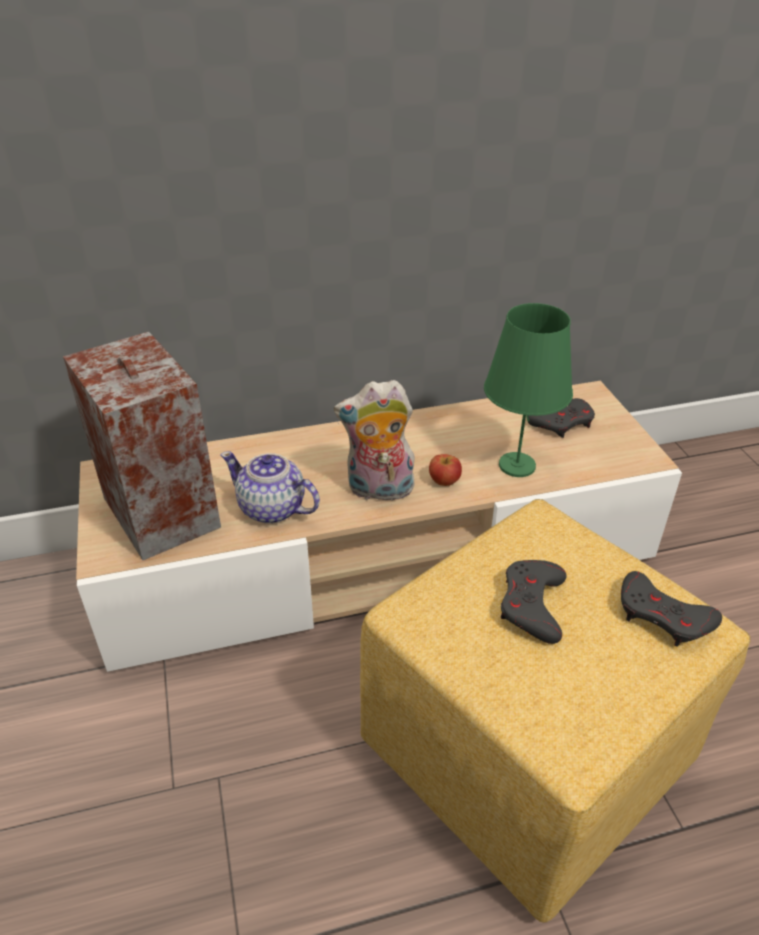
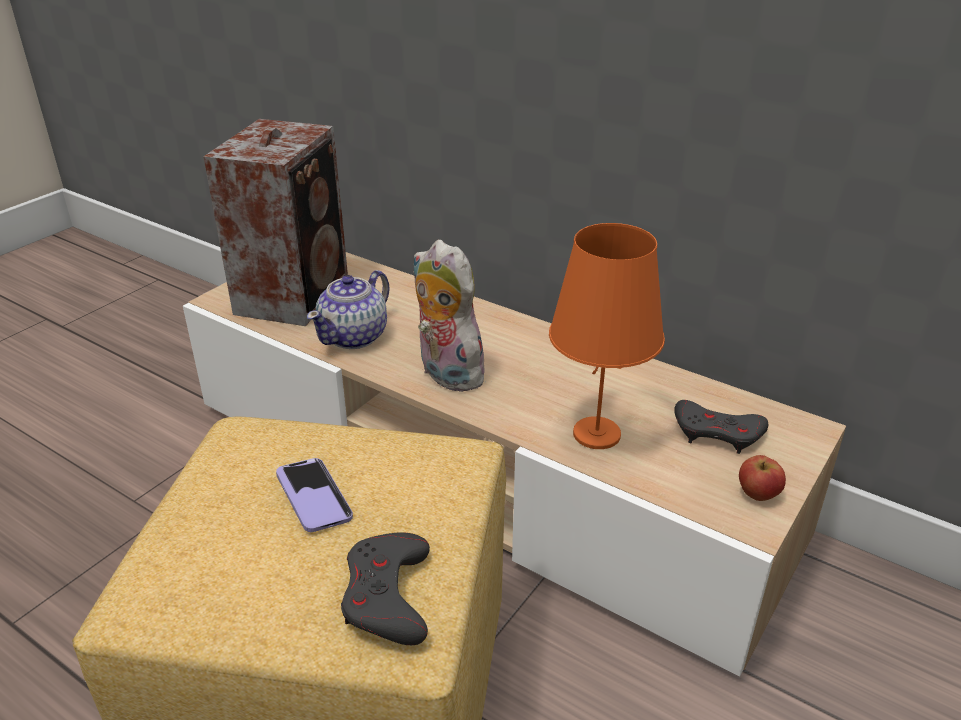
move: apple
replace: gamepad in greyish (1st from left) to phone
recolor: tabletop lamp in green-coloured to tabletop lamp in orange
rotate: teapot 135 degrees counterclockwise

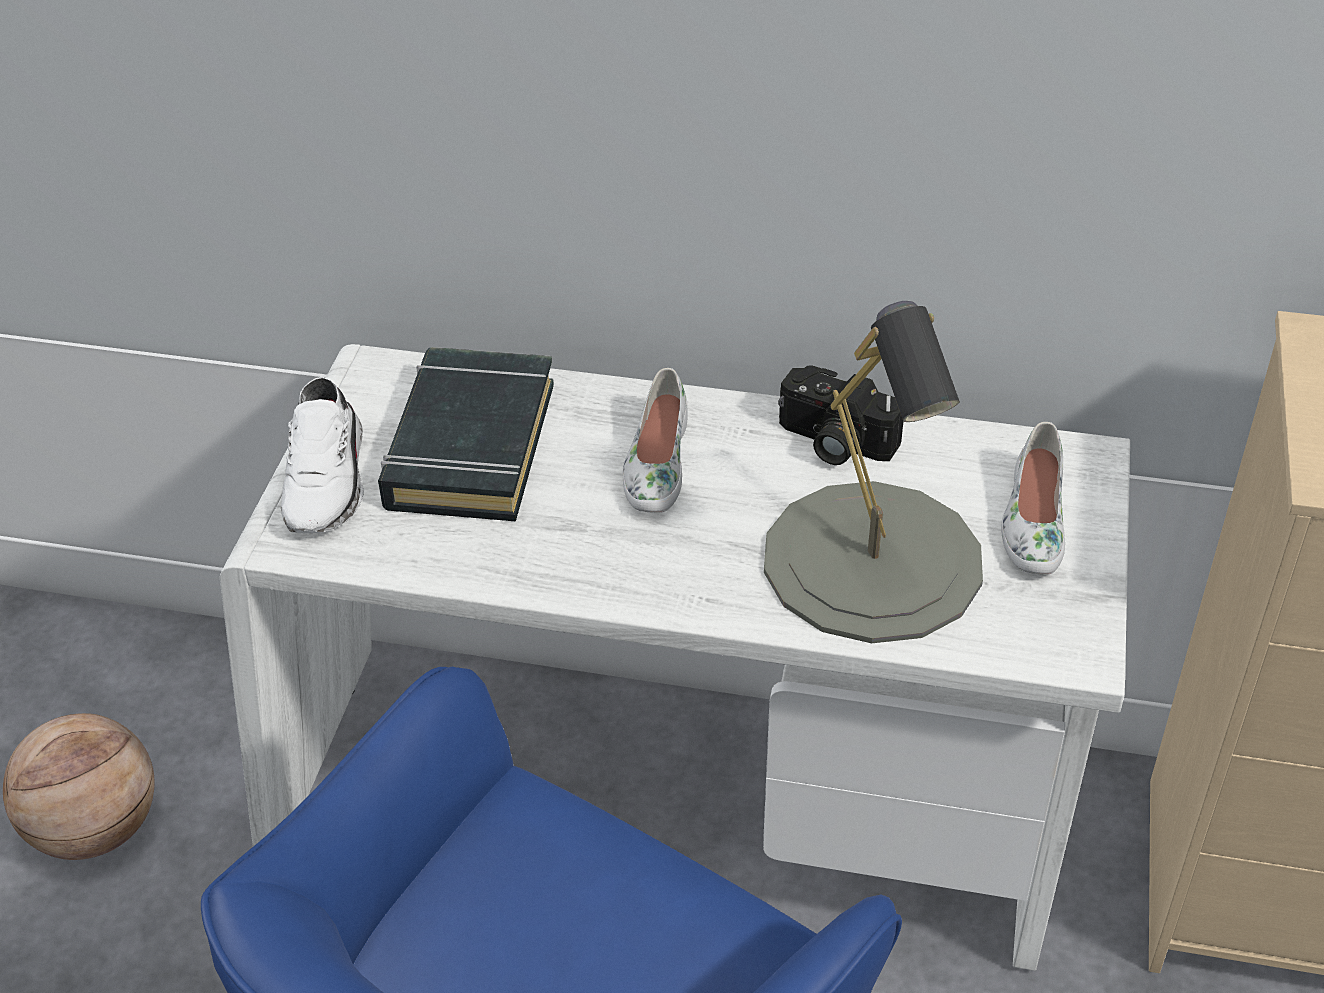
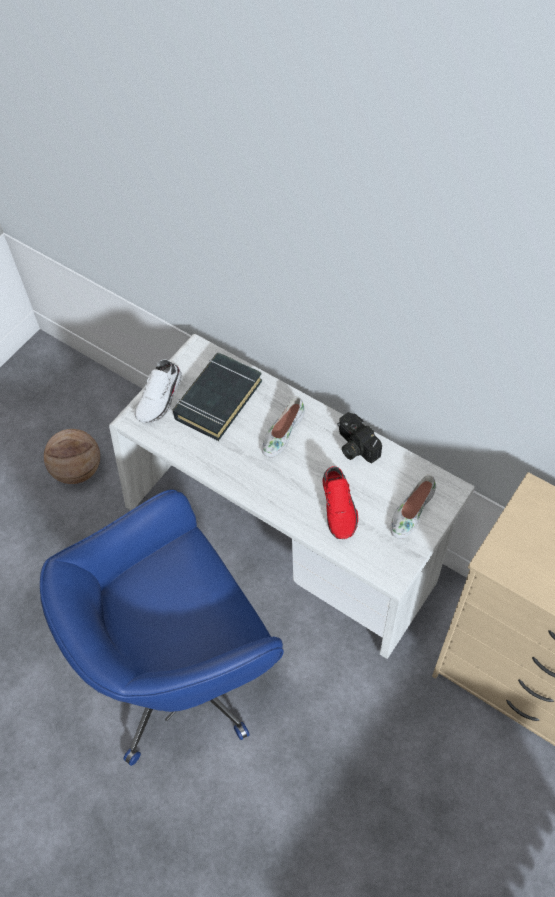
replace: tabletop lamp in greyish to shoe in red

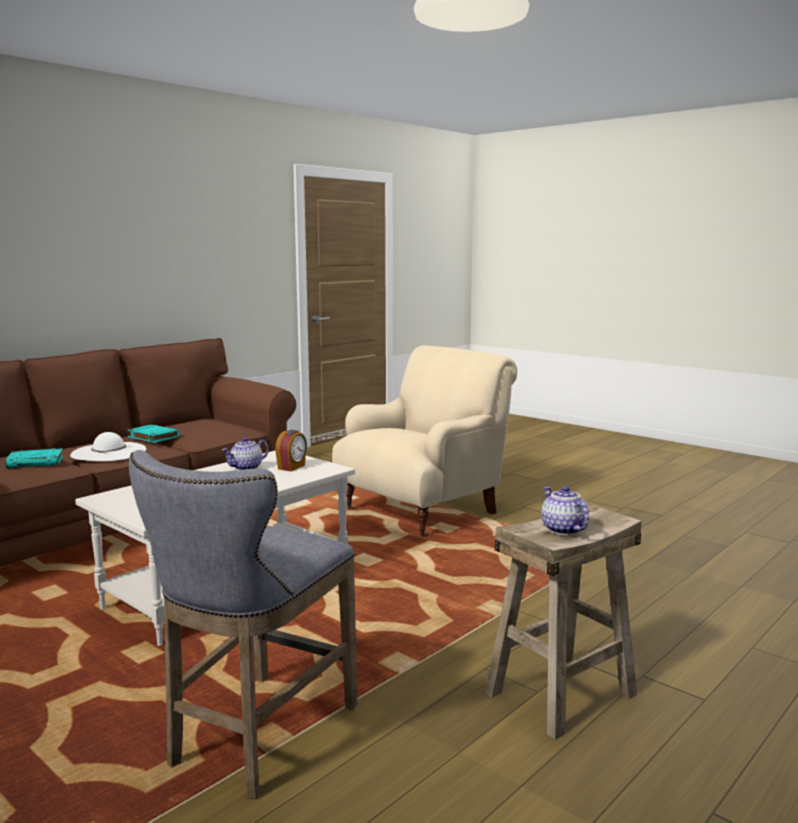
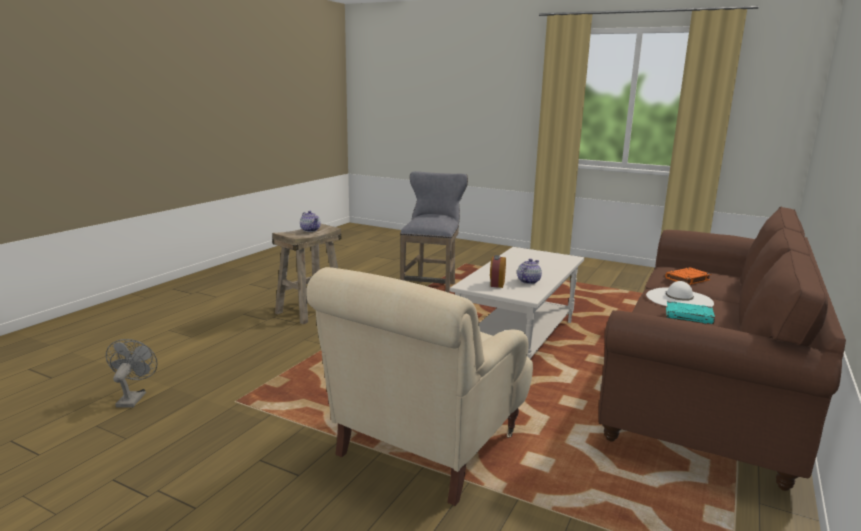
insert: cooling fan in greyish
recolor: book in turquoise-coloured (1st from left) to book in orange

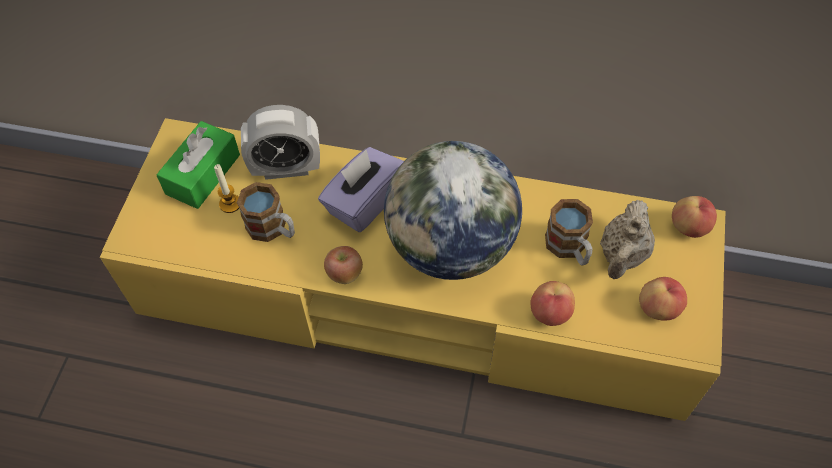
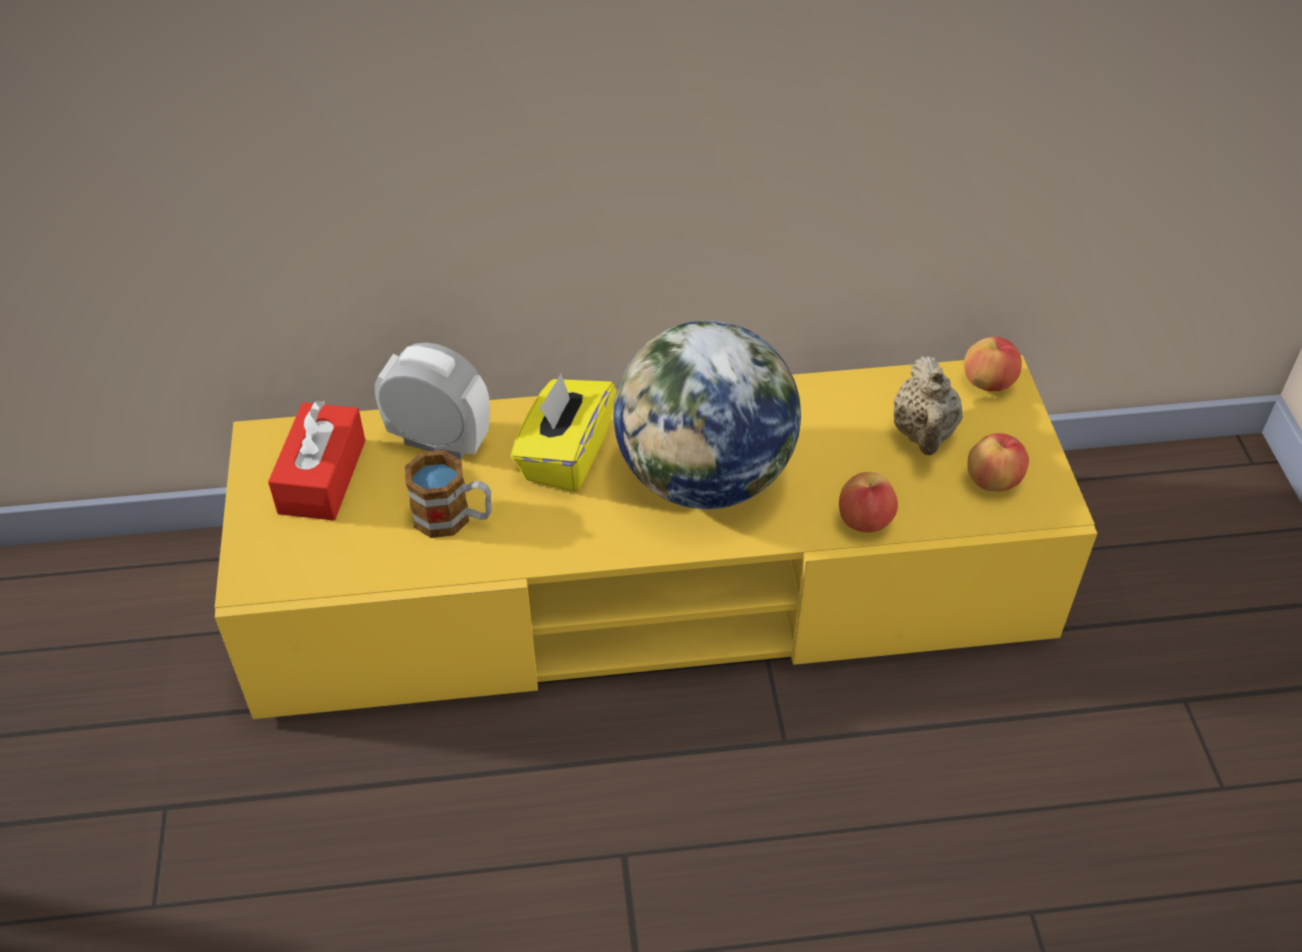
delete: wax candle; apple (1st from left); tea mug (2nd from left)
recolor: tissue holder in green-coloured to tissue holder in red; tissue holder in purple-coloured to tissue holder in yellow
rotate: bedside clock 135 degrees counterclockwise

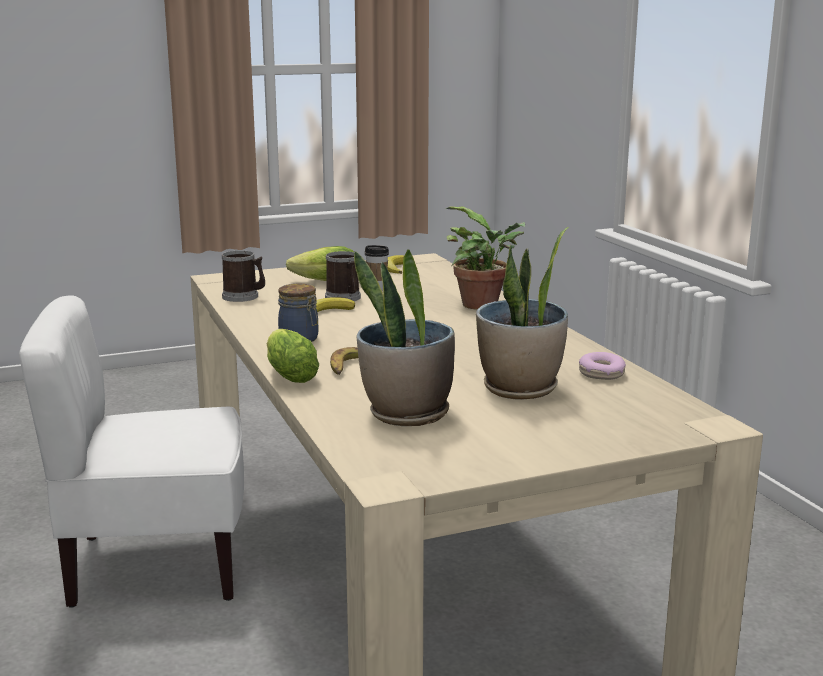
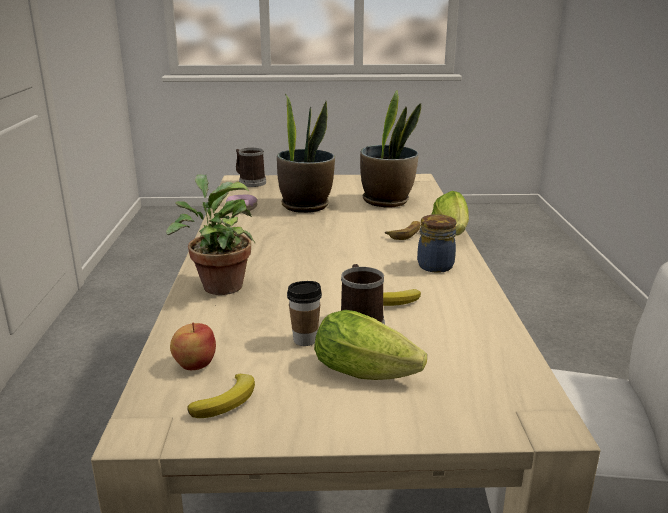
insert: apple
move: tea mug (1st from left)

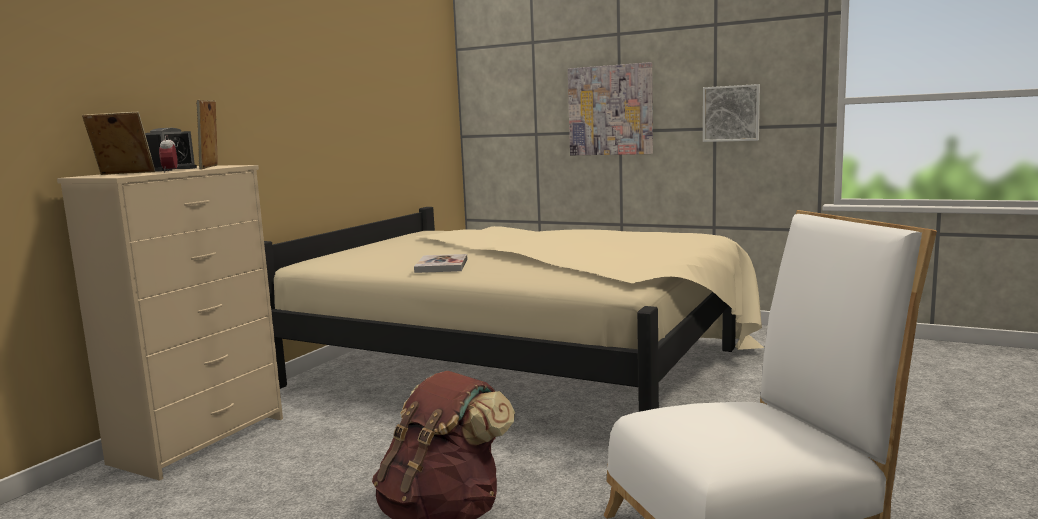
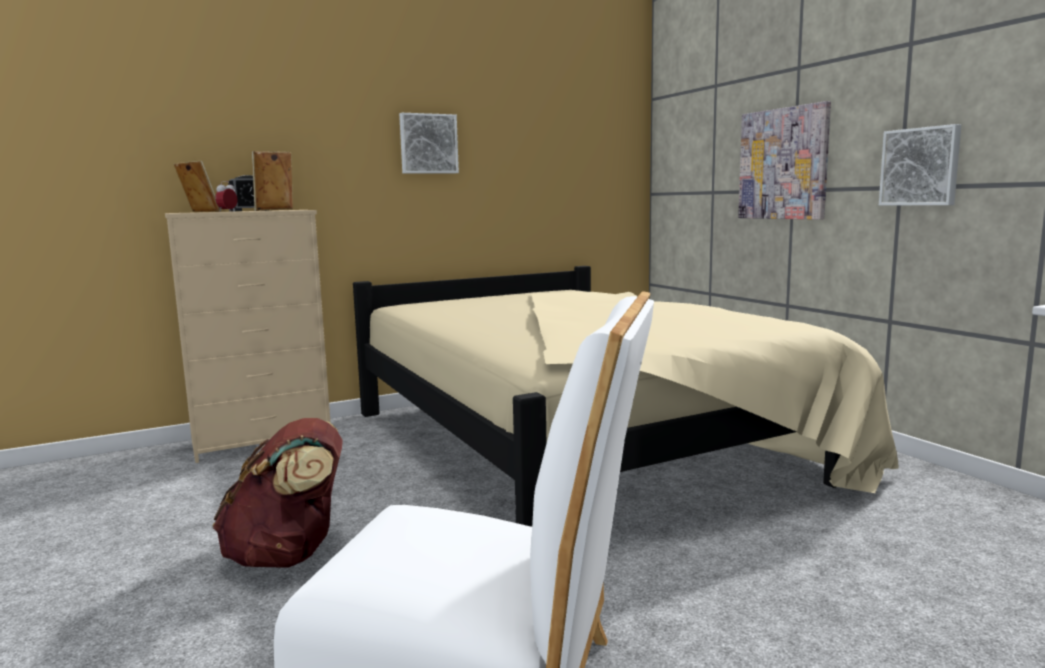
delete: book
insert: wall picture (1st from left)

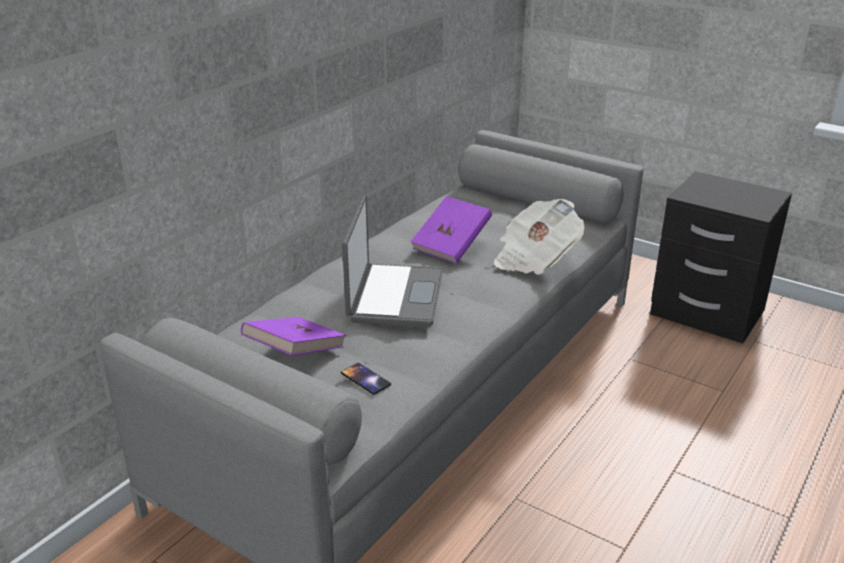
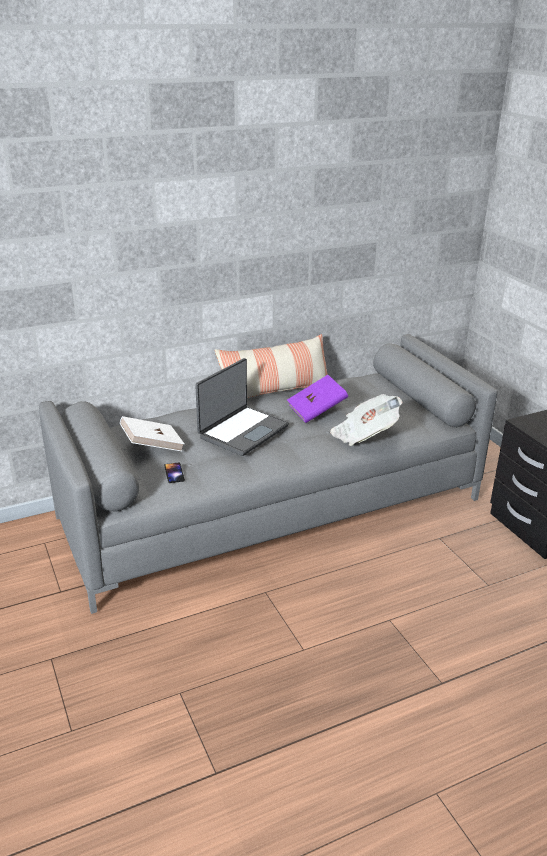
insert: cushion
recolor: book in purple-coloured (1st from left) to book in whitish

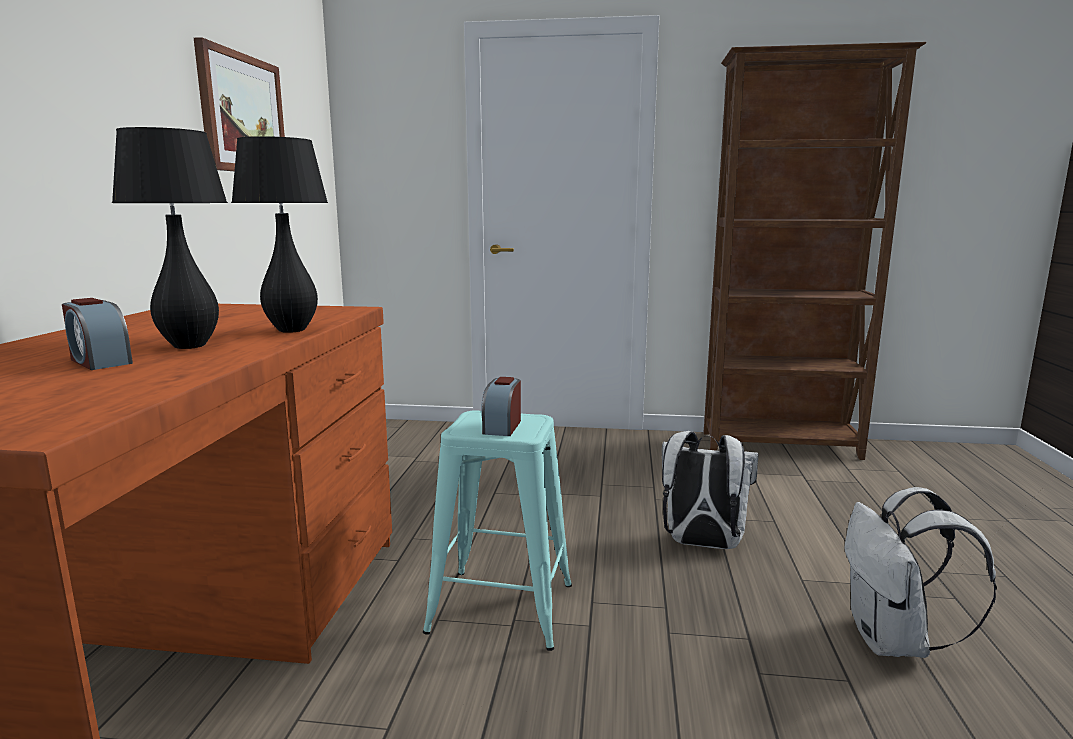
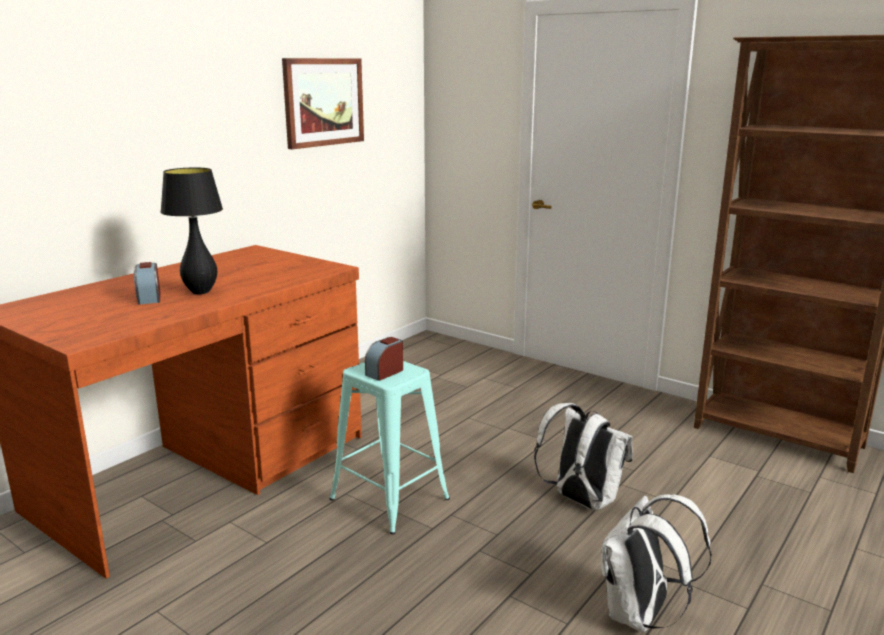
delete: tabletop lamp in black (2nd from left)

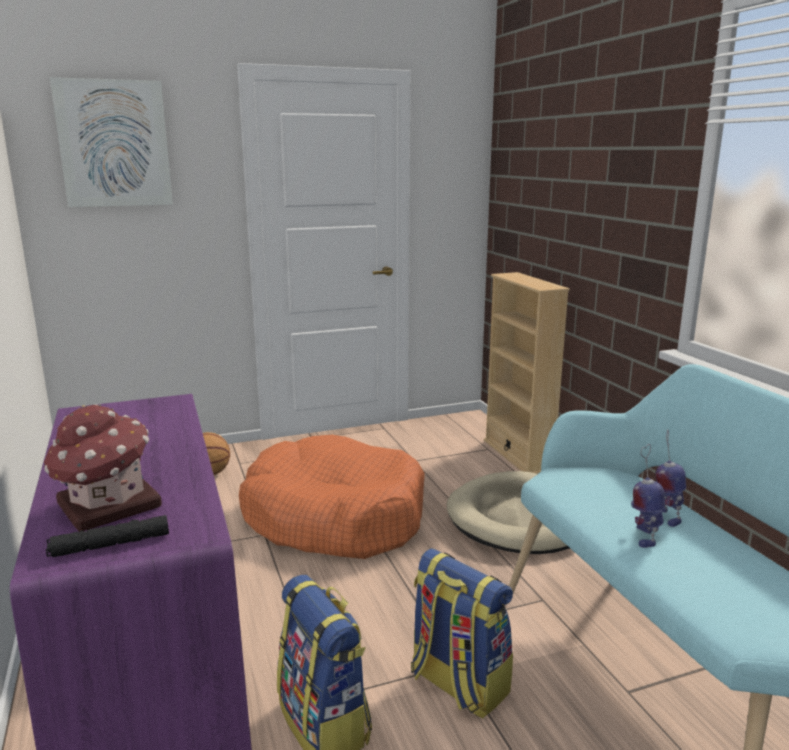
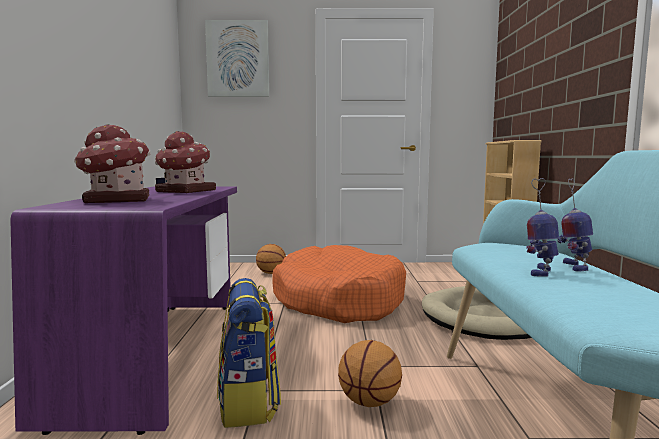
delete: flashlight in black
insert: model house (2nd from left)
replace: backpack (2nd from left) to basketball (2nd from left)

